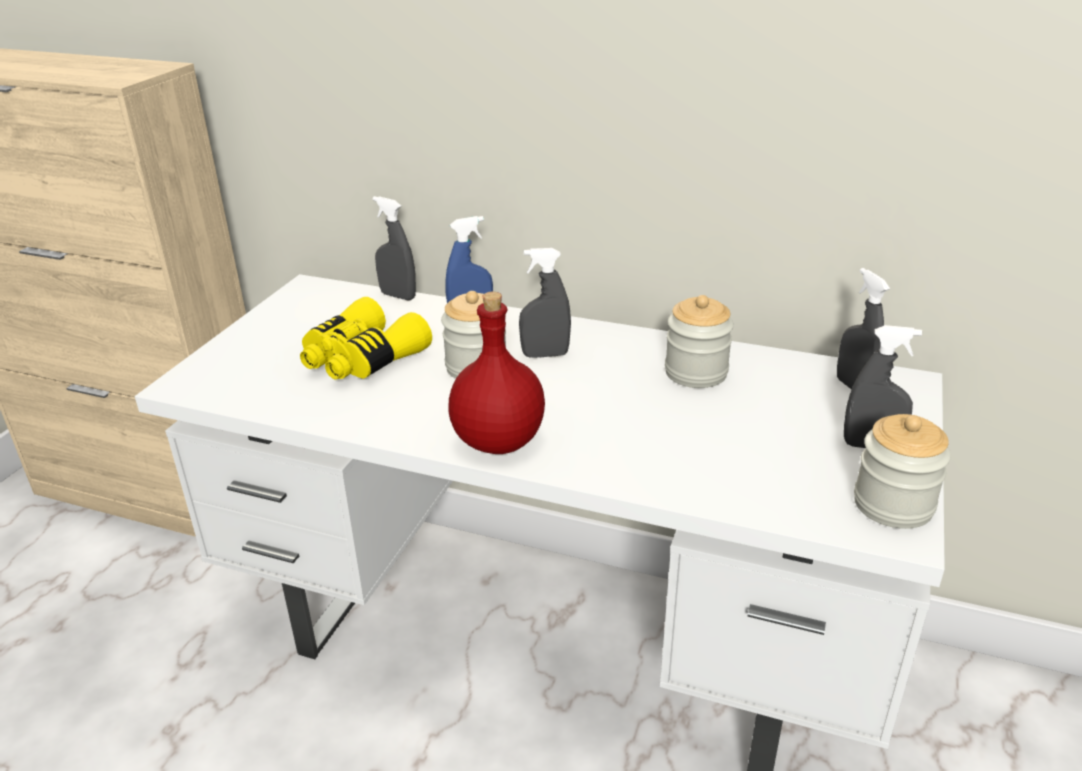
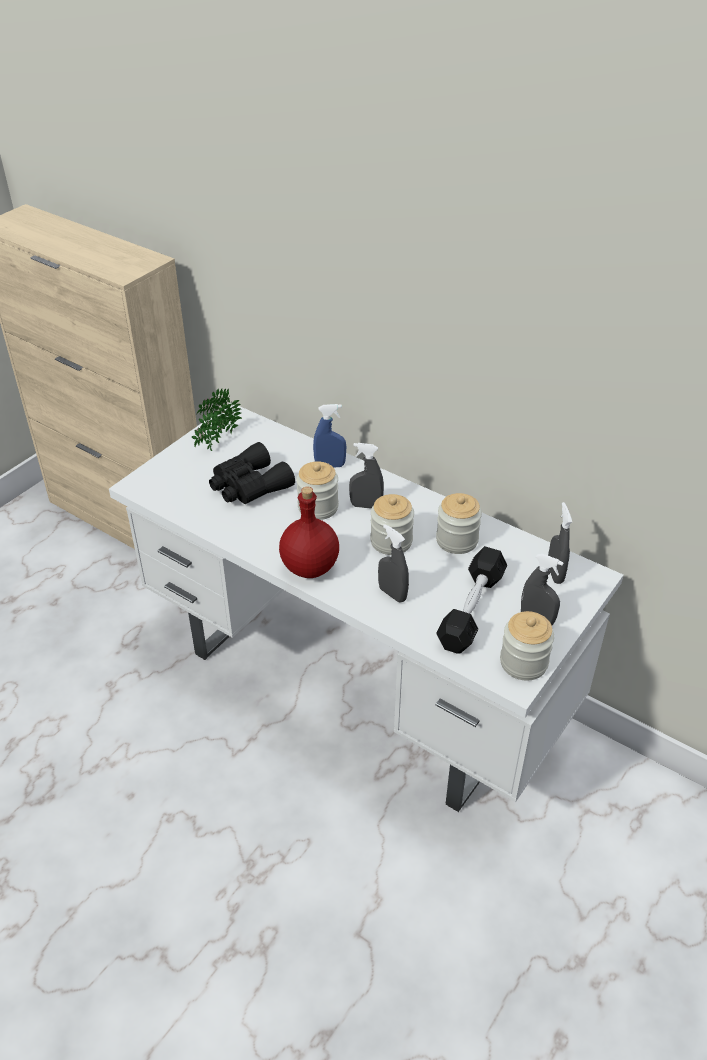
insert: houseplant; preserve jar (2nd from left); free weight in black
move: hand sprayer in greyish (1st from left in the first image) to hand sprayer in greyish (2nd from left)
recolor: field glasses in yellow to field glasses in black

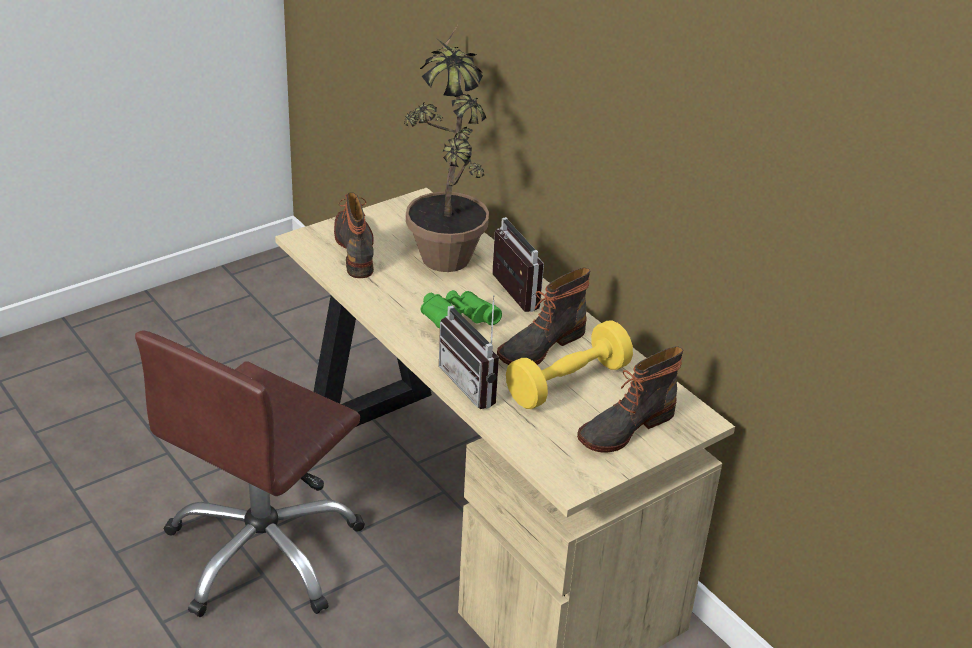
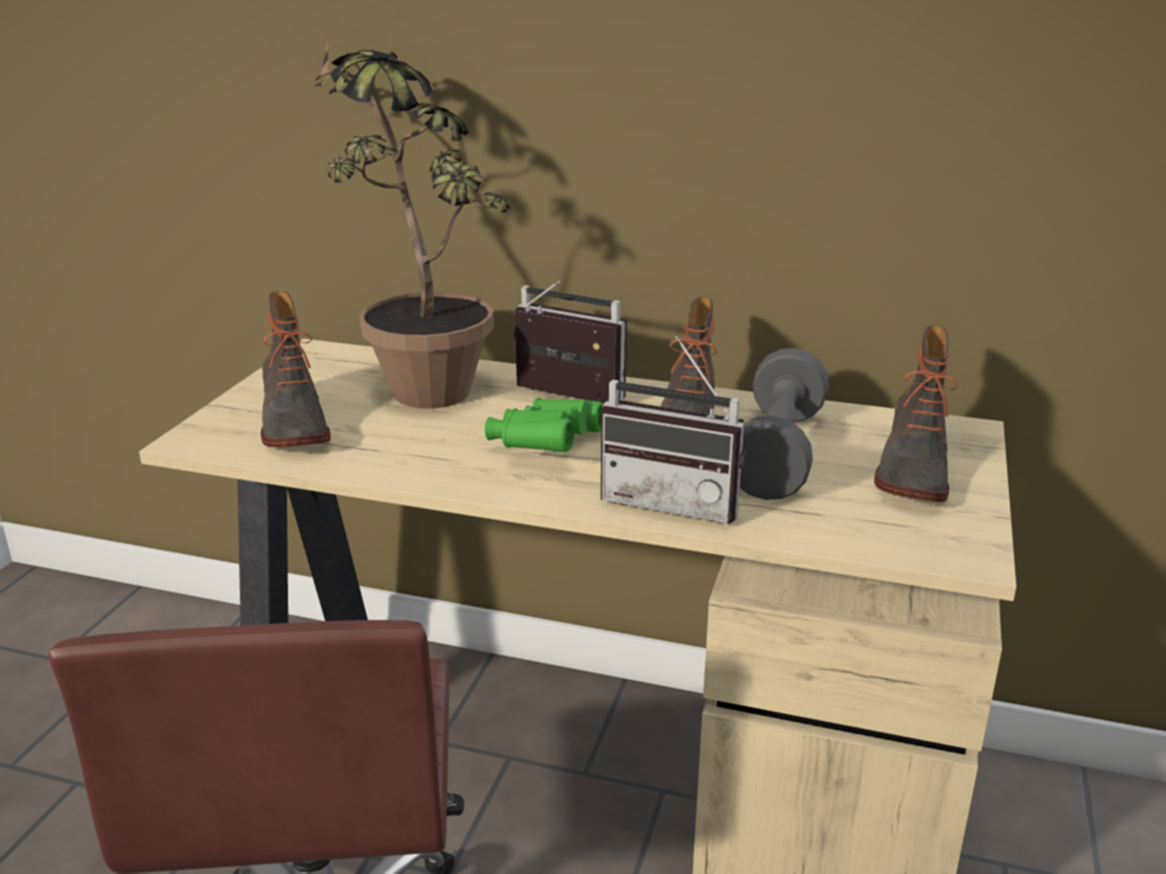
recolor: free weight in yellow to free weight in greyish
rotate: tall boot (1st from left) 150 degrees counterclockwise

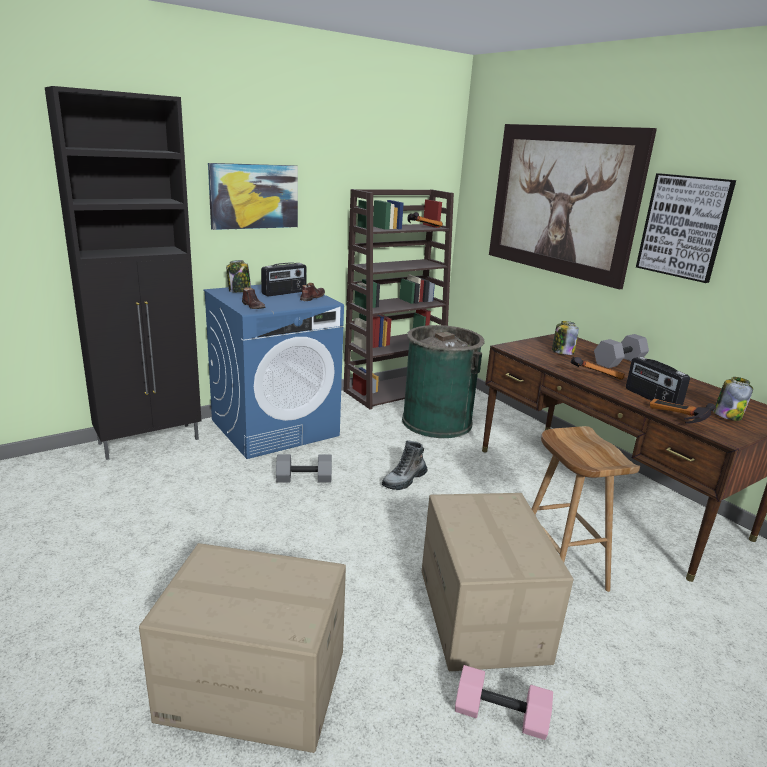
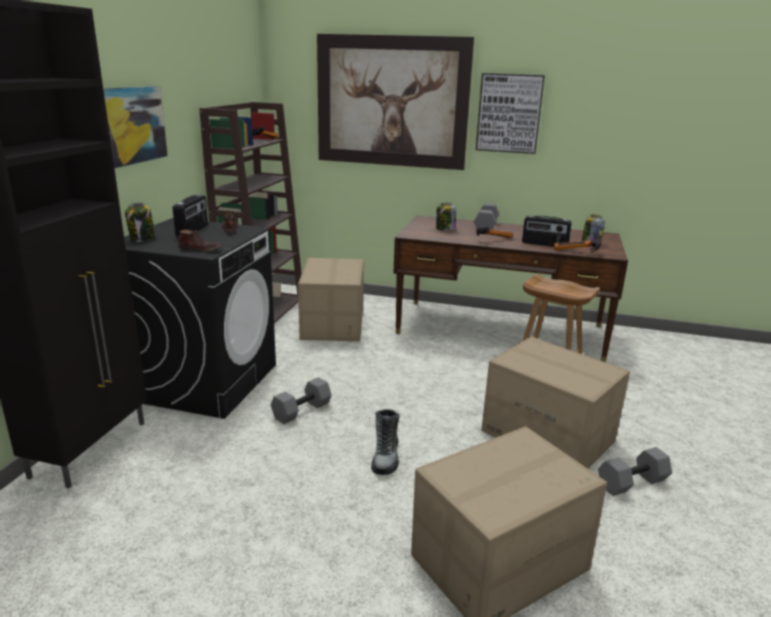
move: tall boot
replace: trash can in green-coloured to carton (1st from left)
recolor: laundry appliance in blue-coloured to laundry appliance in black; free weight in pink to free weight in greyish (3rd from left)

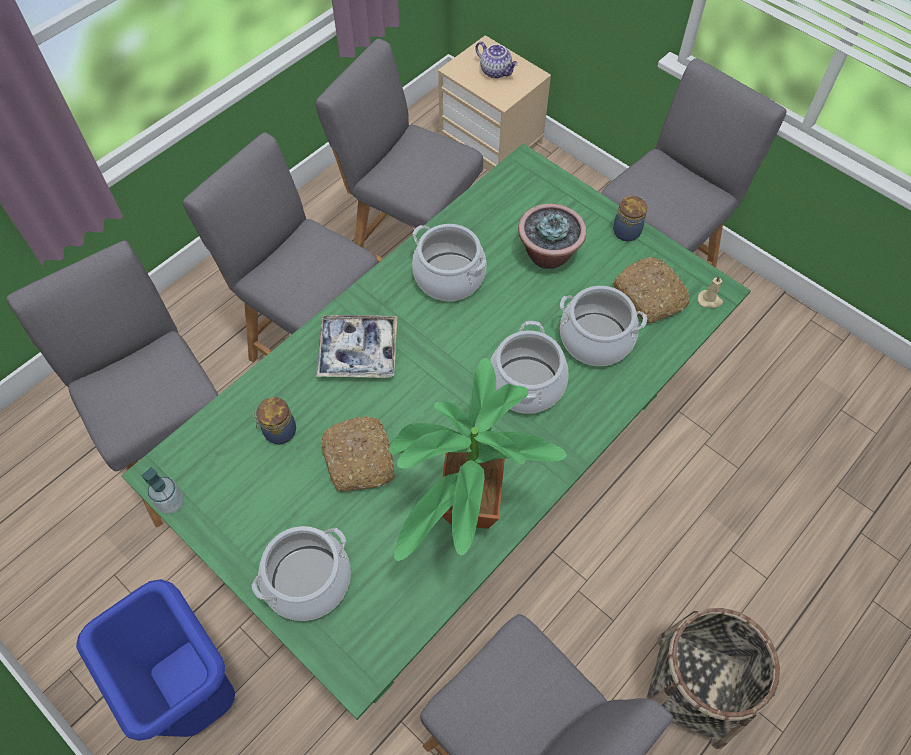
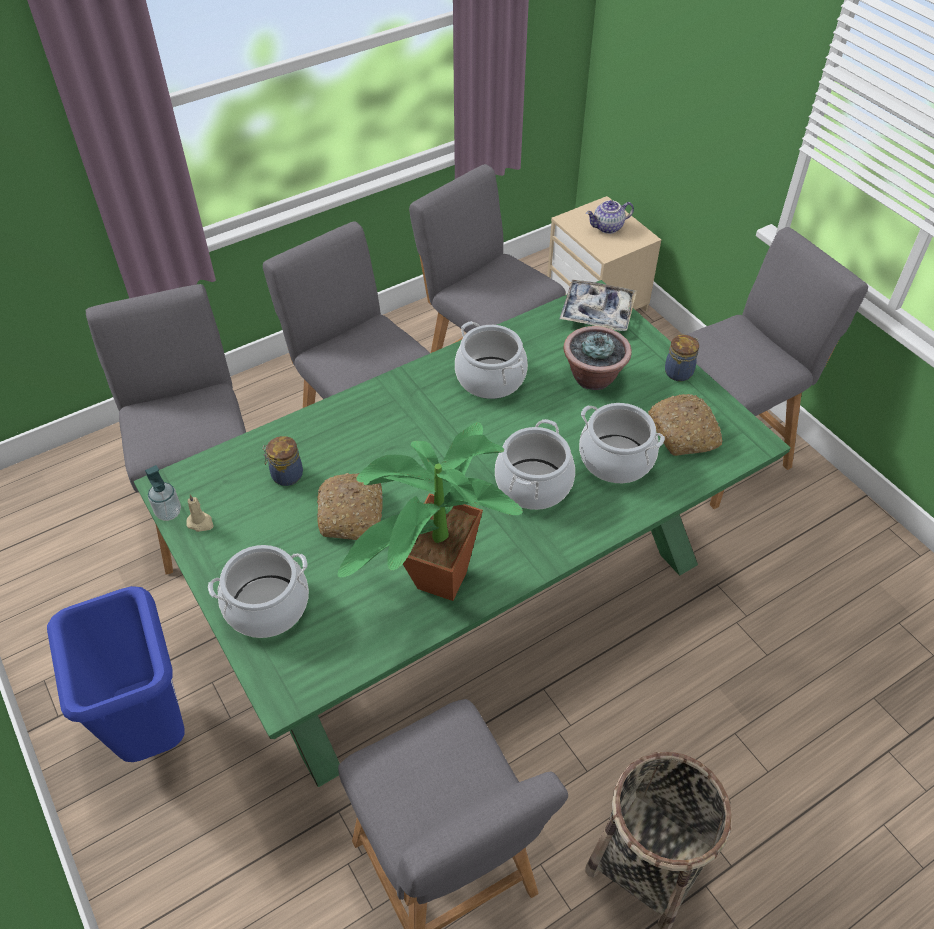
move: wax candle in beige; serving tray
rotate: teapot 105 degrees clockwise

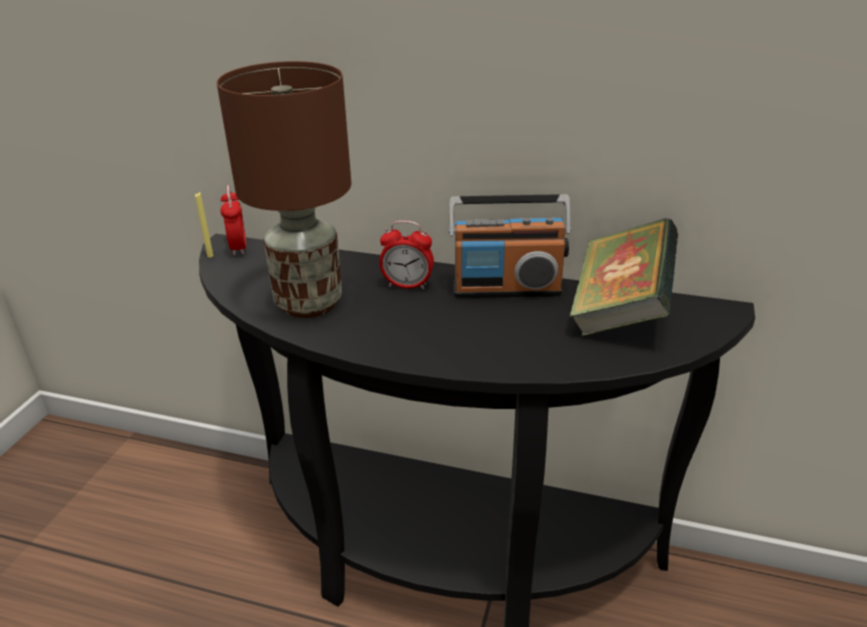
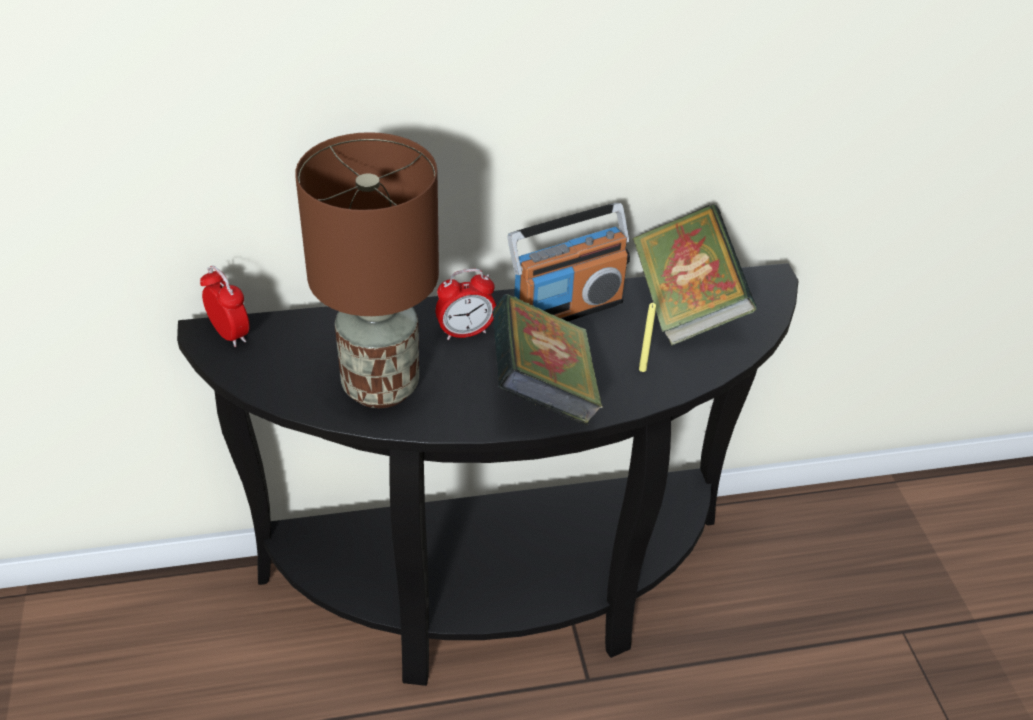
insert: book (1st from left)
move: wax candle in yellow

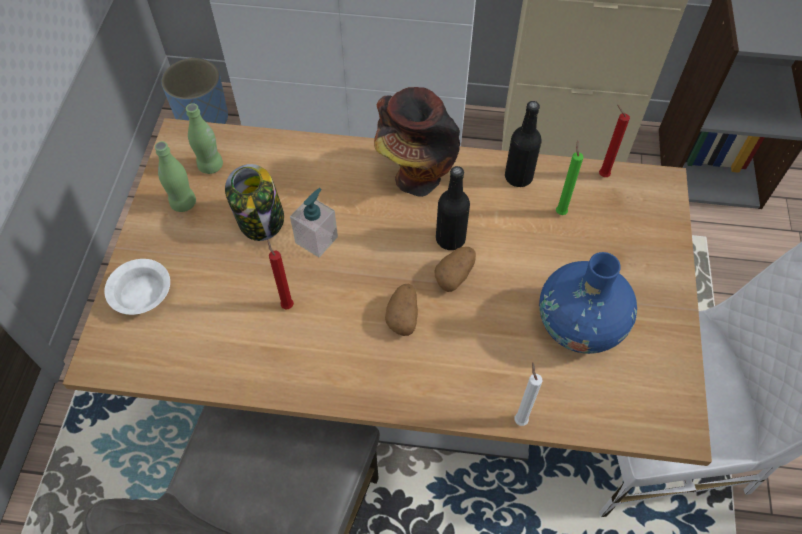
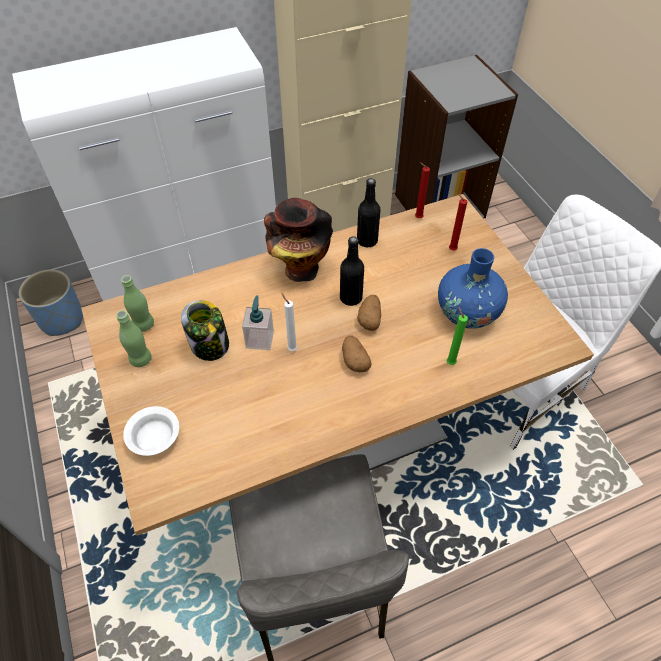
move: wax candle in whitish; wax candle in green-coloured; wax candle in red (1st from left in the first image) to wax candle in red (2nd from left)

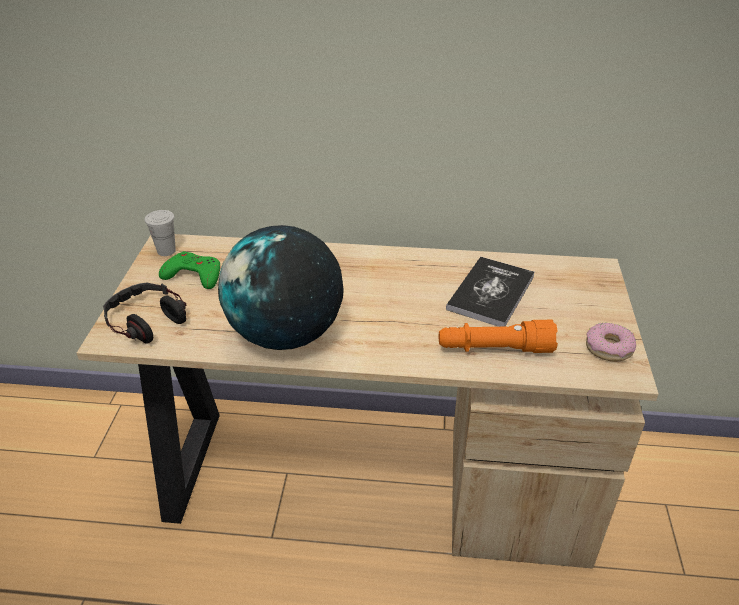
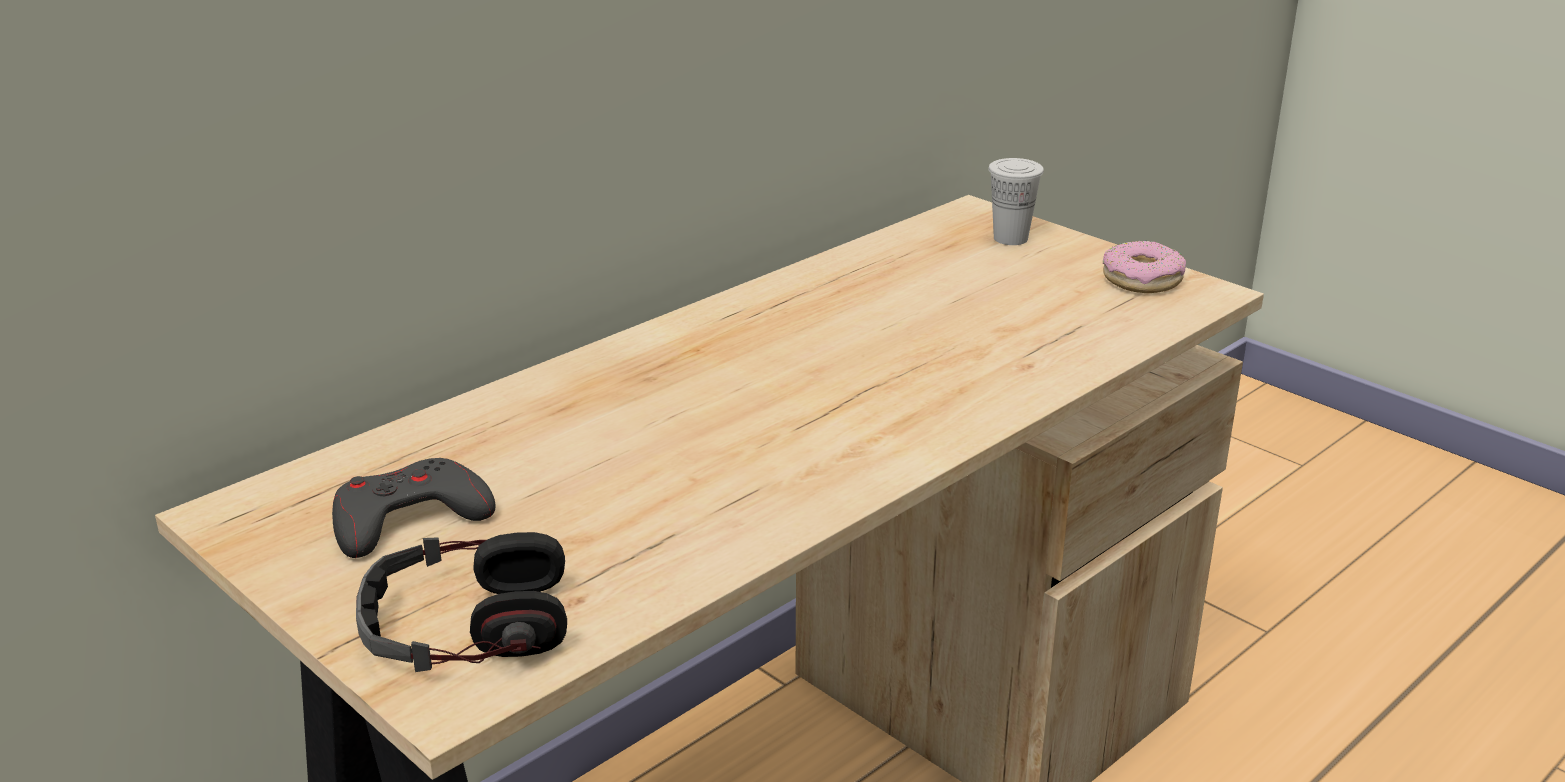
delete: world globe; flashlight in orange; book
move: cup in whitish
recolor: gamepad in green-coloured to gamepad in greyish

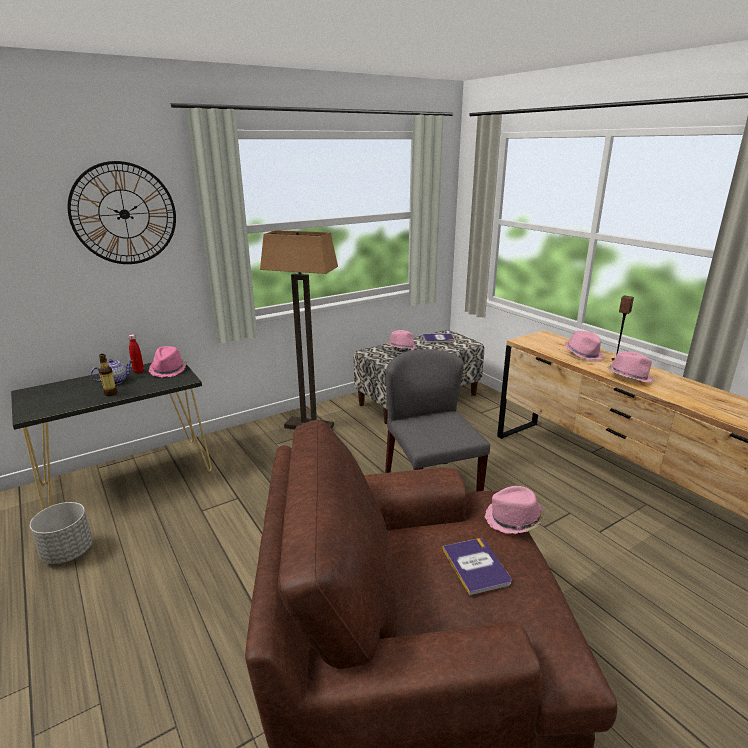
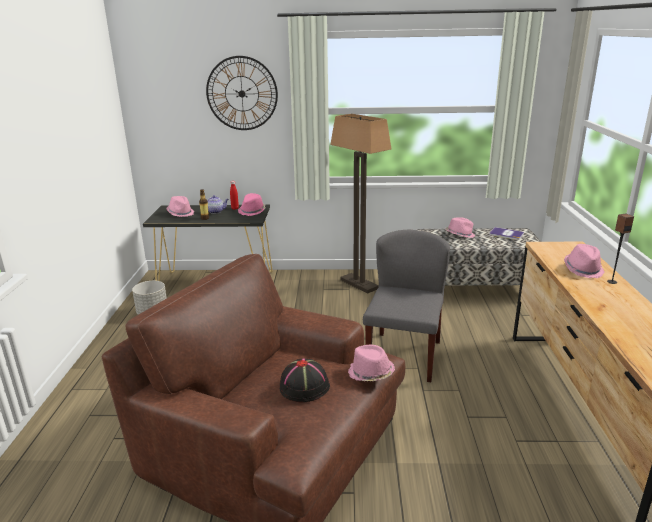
move: wearable hat in pink (5th from left in the first image) to wearable hat in pink (1st from left)
replace: book (2nd from left) to wearable hat in black

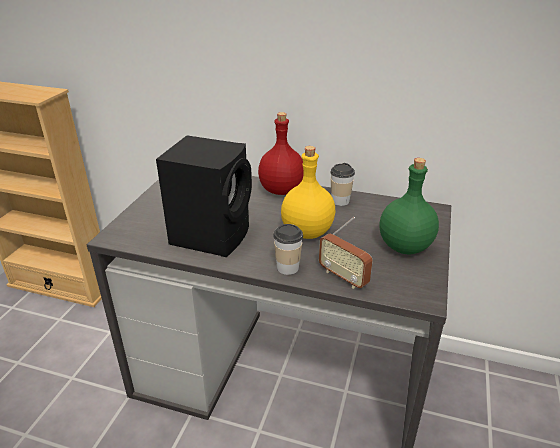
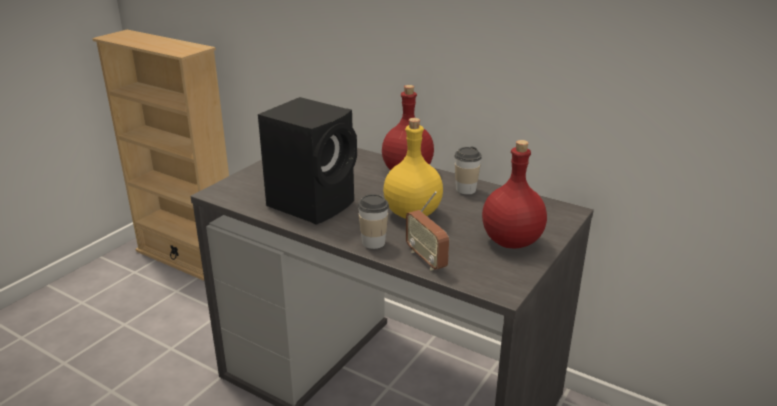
recolor: drink bottle in green-coloured to drink bottle in red (2nd from left)

